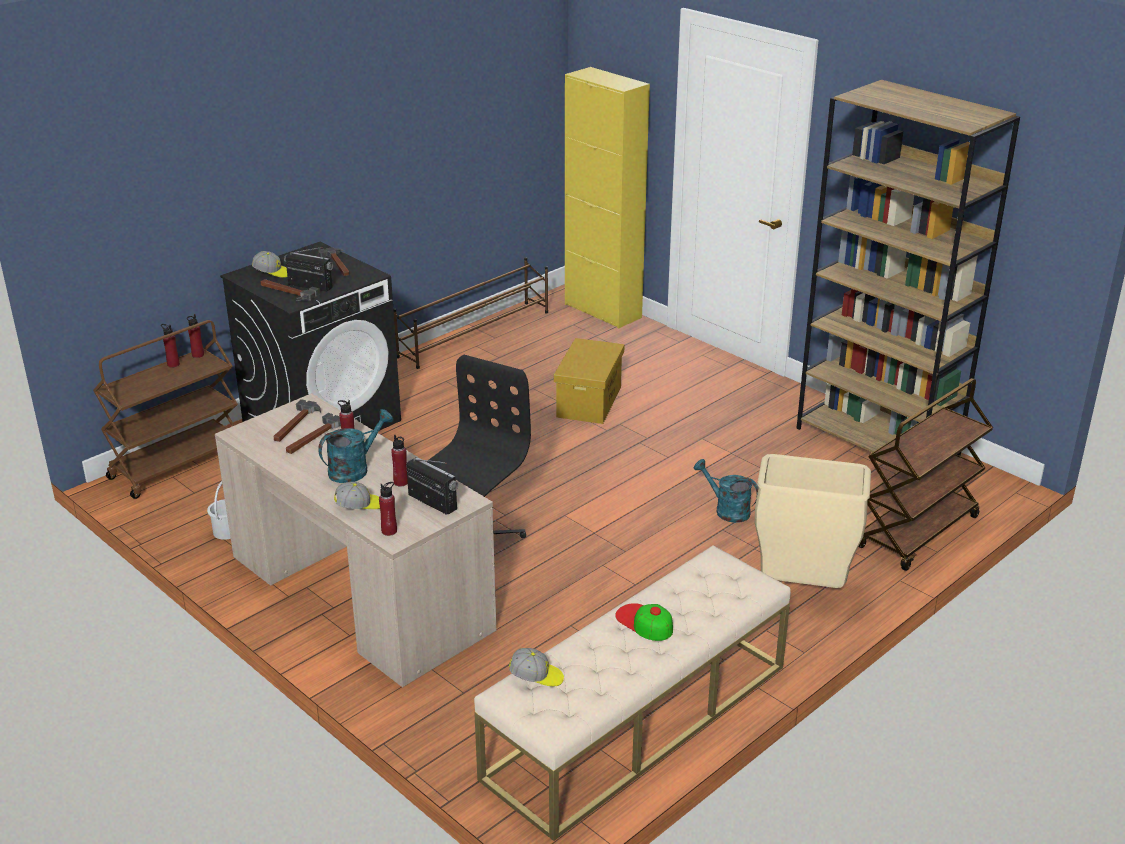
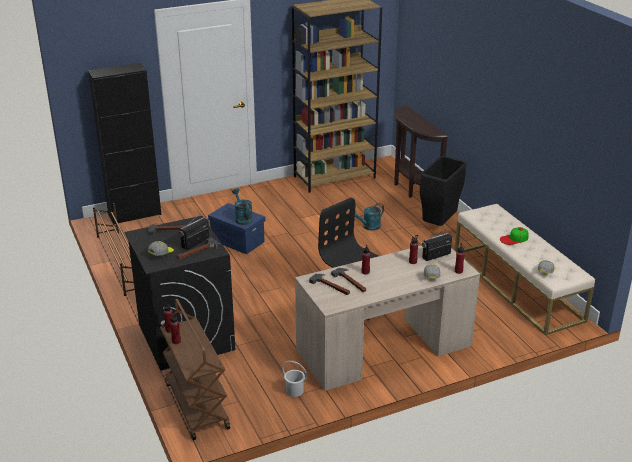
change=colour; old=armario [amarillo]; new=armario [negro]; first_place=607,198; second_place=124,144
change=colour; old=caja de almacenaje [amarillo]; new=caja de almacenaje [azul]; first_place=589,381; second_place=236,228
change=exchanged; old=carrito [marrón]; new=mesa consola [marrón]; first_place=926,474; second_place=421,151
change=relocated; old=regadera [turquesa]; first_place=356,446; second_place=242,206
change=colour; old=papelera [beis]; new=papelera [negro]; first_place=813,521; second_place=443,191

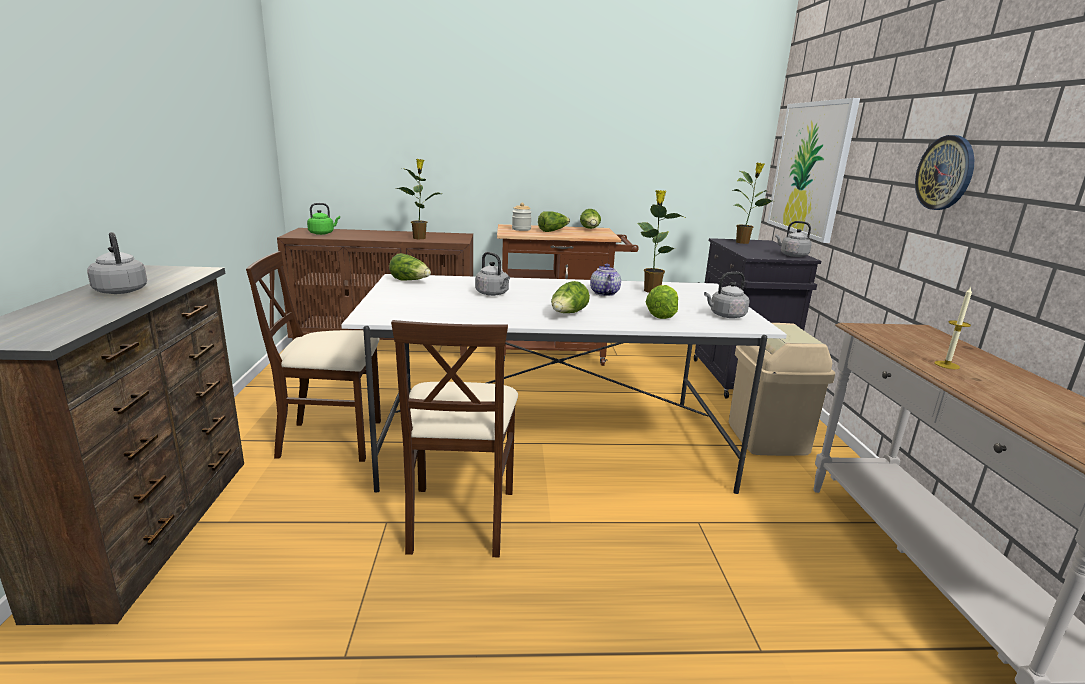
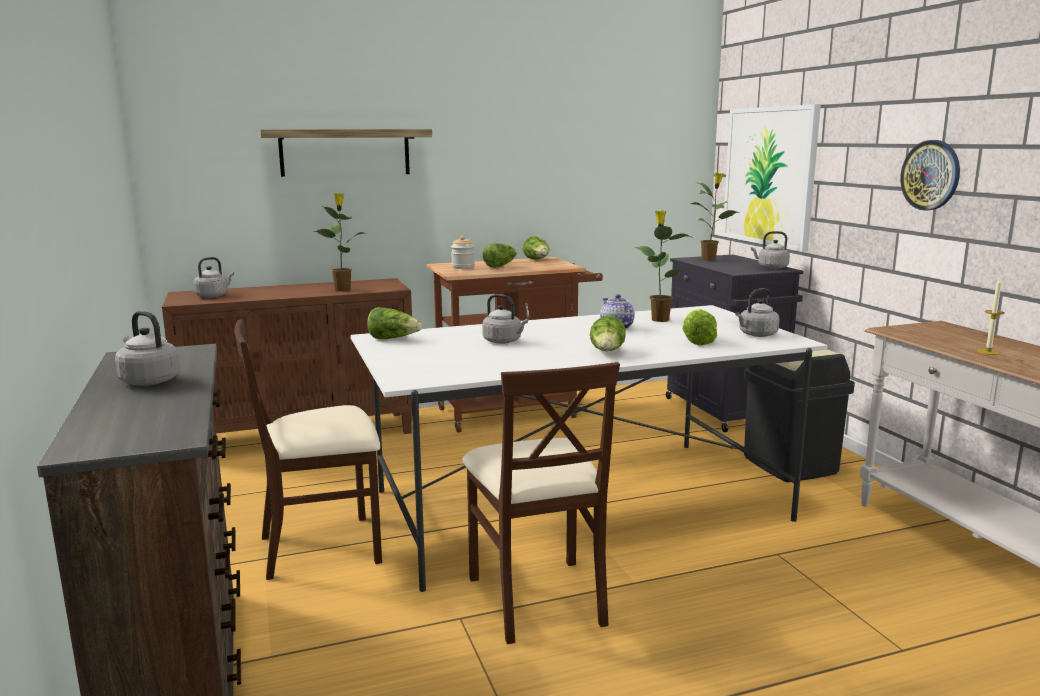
change=colour; old=hervidor [verde]; new=hervidor [gris]; first_place=323,219; second_place=213,277
change=colour; old=papelera [beis]; new=papelera [negro]; first_place=782,389; second_place=799,415
change=appeared; new=estante; second_place=345,153

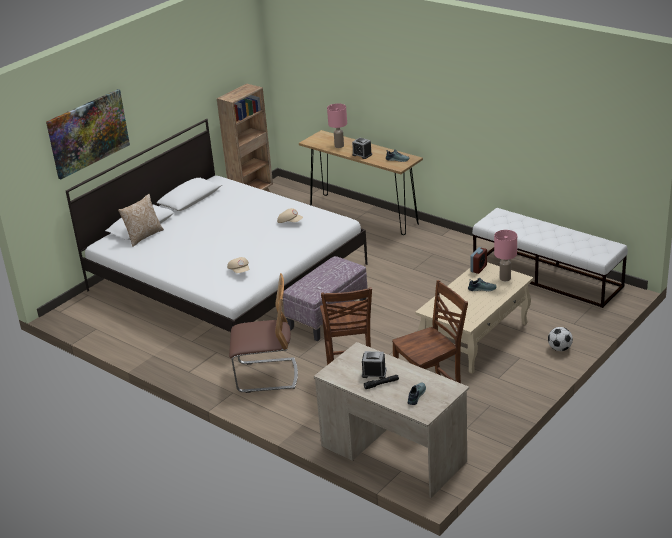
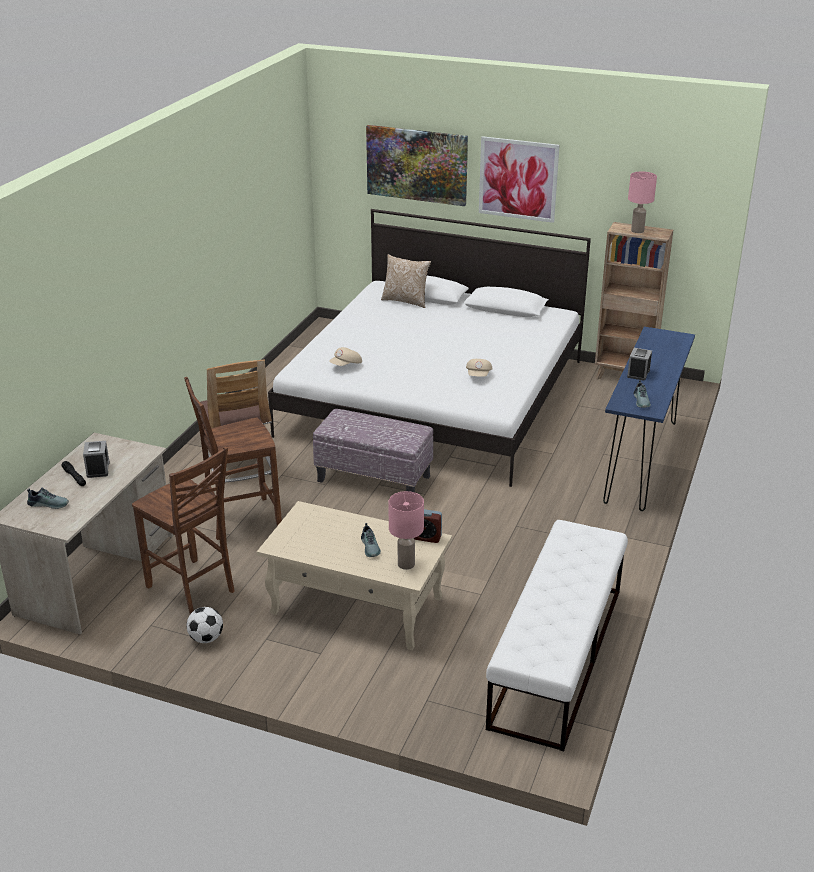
change=relocated; old=lámpara de mesa [rosa]; first_place=337,126; second_place=642,202
change=colour; old=mesa consola [marrón]; new=mesa consola [azul]; first_place=361,182; second_place=649,419
change=relocated; old=balón de fútbol; first_place=560,339; second_place=204,625
change=appeared; new=cuadro; second_place=519,179

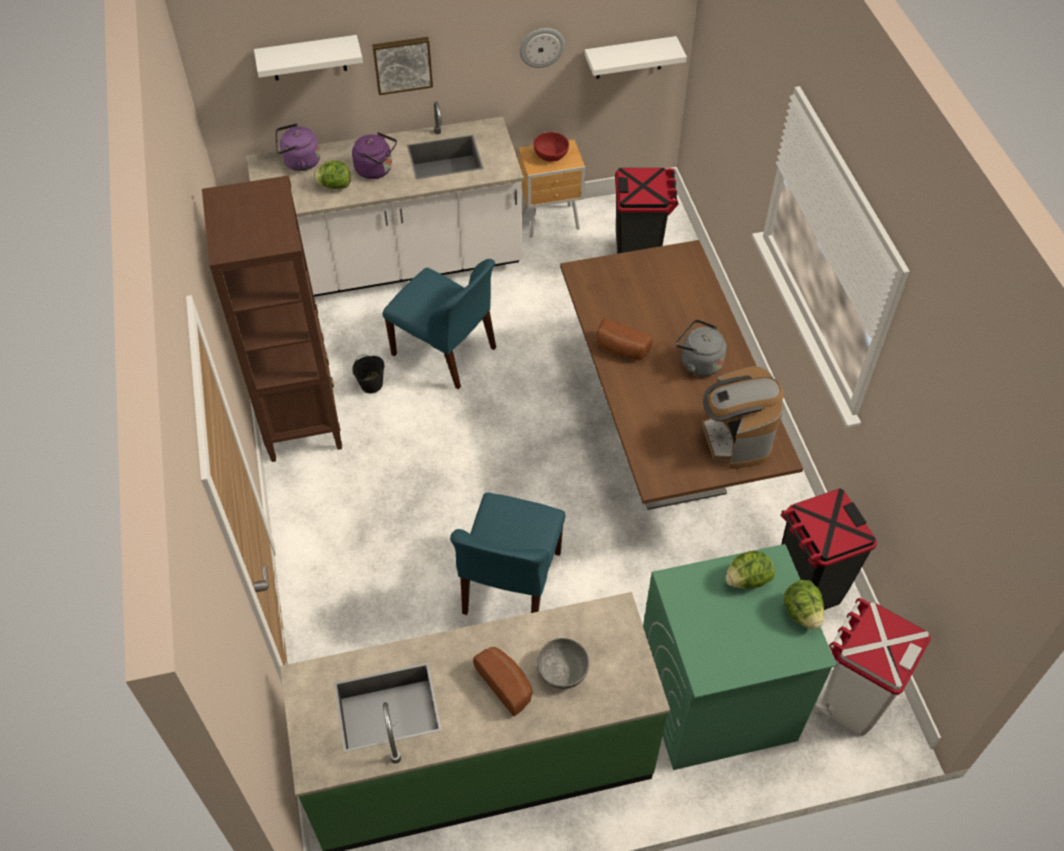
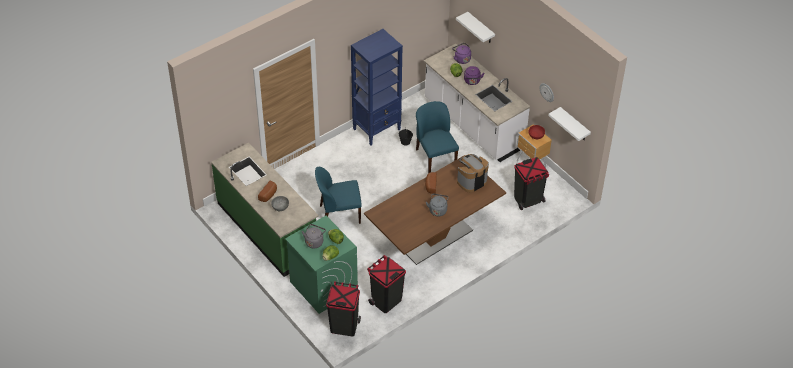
change=missing; old=cuadro; first_place=402,66
change=colour; old=estantería [marrón]; new=estantería [azul]; first_place=272,318; second_place=377,87
change=spun; old=silla [azul]; first_place=439,324; second_place=437,137; degrees=150
change=relocated; old=cafetera; first_place=743,417; second_place=473,173
change=colour; old=papelera [blanco]; new=papelera [negro]; first_place=872,666; second_place=343,308
change=appeared; new=hervidor [gris]; second_place=314,236

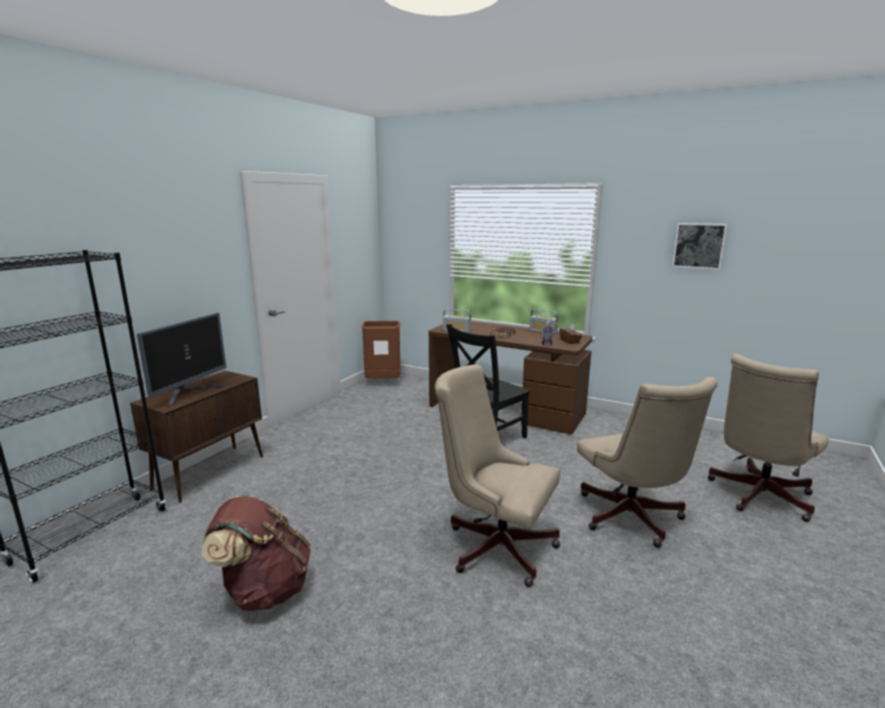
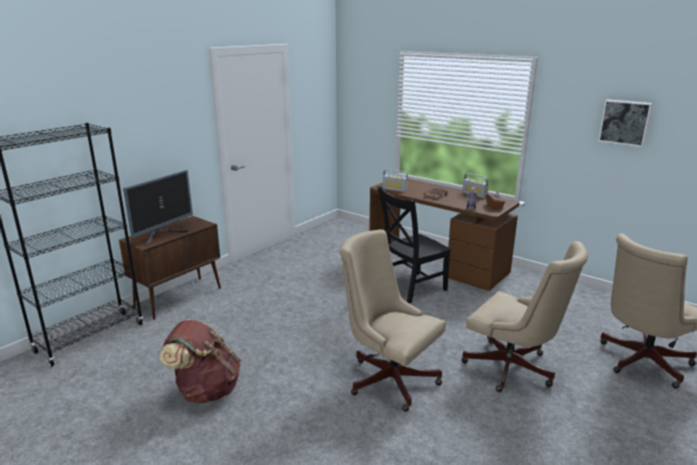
change=missing; old=papelera [marrón]; first_place=381,349
change=spun; old=silla de oficina [beis]; first_place=647,462; second_place=524,316; degrees=-45

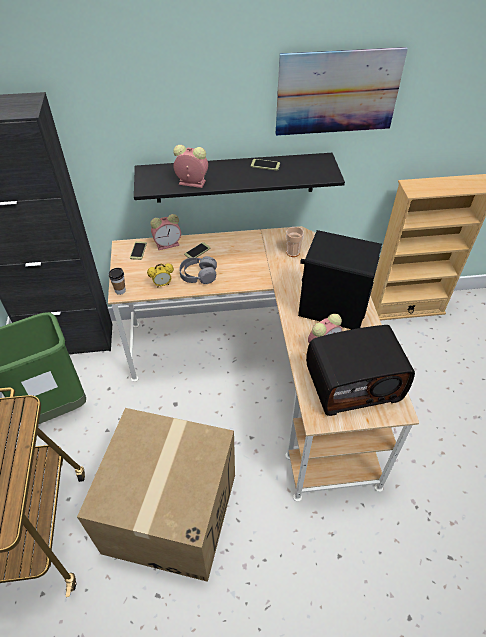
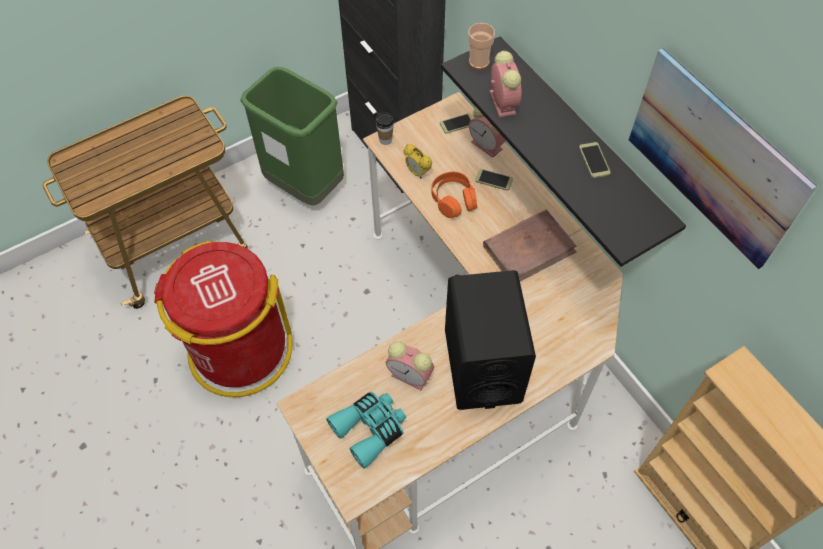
change=relocated; old=taza; first_place=295,242; second_place=481,46
change=colour; old=auriculares [gris]; new=auriculares [naranja]; first_place=198,270; second_place=454,195
change=exchanged; old=radio; new=prismáticos [turquesa]; first_place=360,370; second_place=366,430
change=exchanged; old=caja de cartón; new=papelera [rojo]; first_place=156,495; second_place=223,318
change=appeared; new=libro [marrón]; second_place=530,245

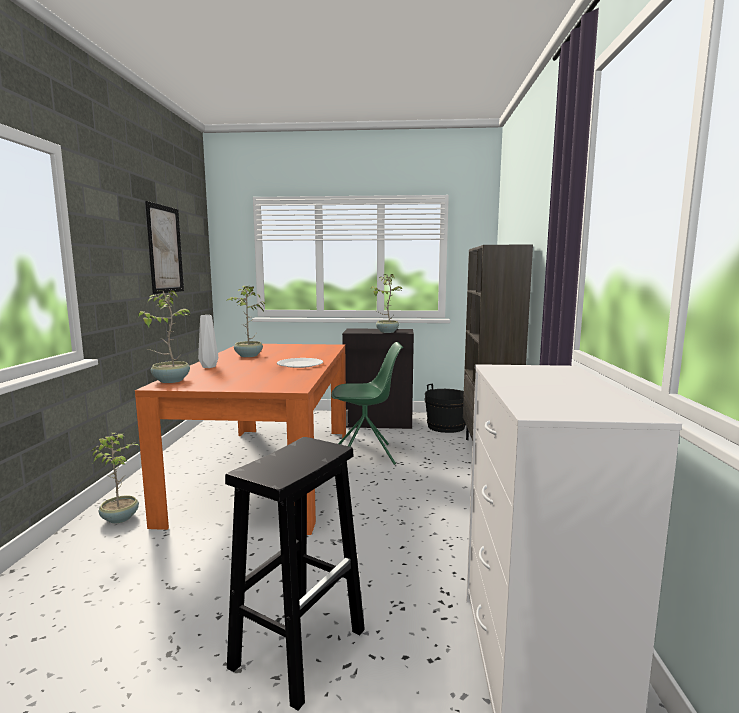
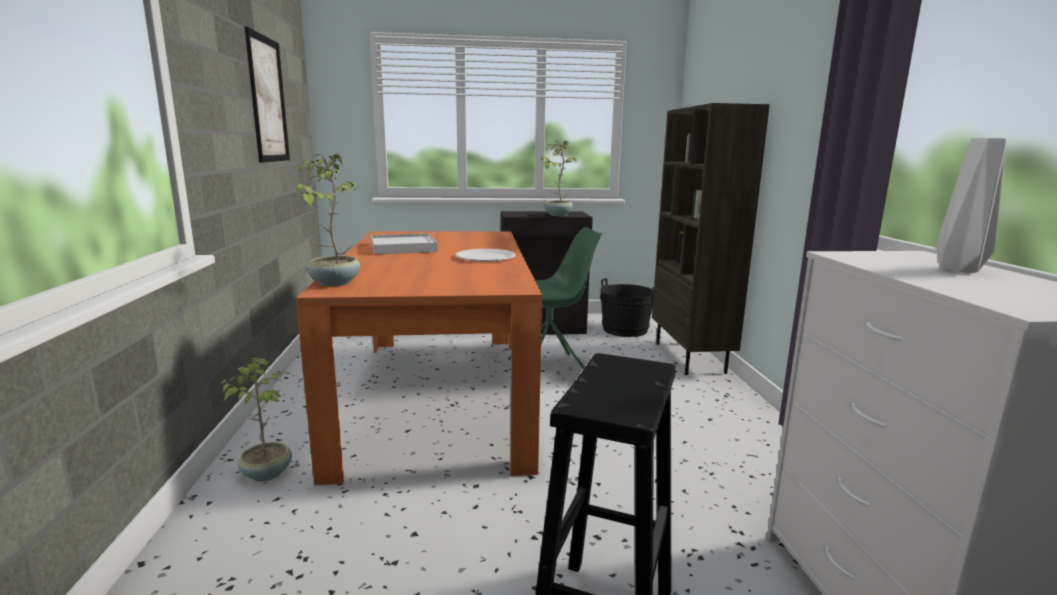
change=exchanged; old=planta en maceta; new=bandeja [blanco]; first_place=245,321; second_place=404,244
change=relocated; old=florero [blanco]; first_place=208,341; second_place=971,205

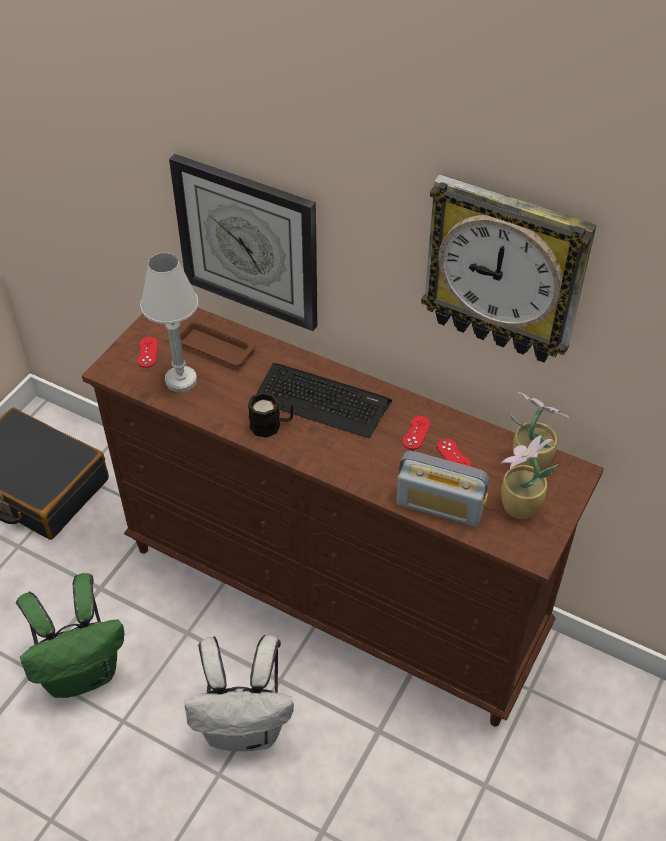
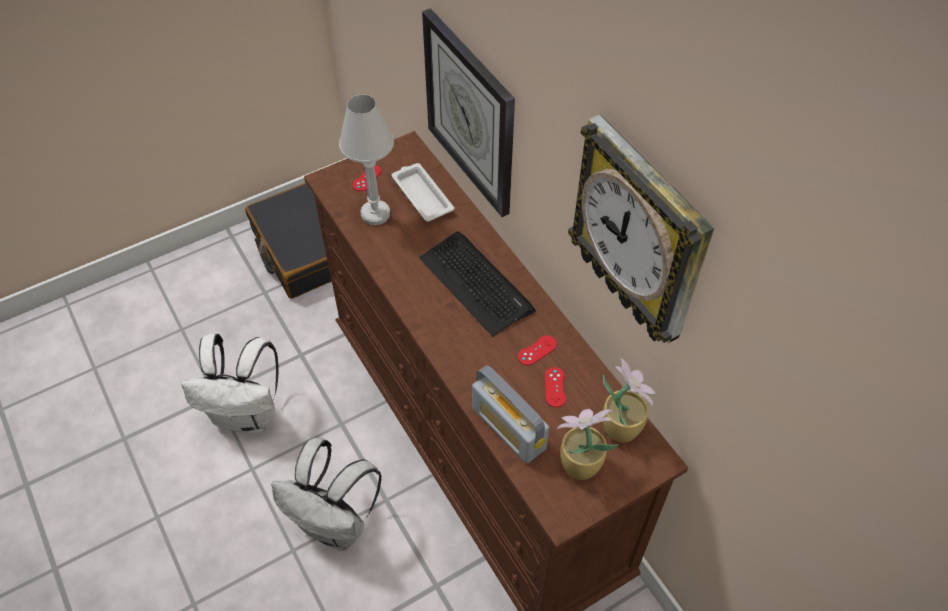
change=colour; old=bandeja [marrón]; new=bandeja [blanco]; first_place=217,342; second_place=422,192
change=missing; old=taza grande [negro]; first_place=271,415
change=colour; old=mochila [verde]; new=mochila [blanco]; first_place=70,635; second_place=230,383

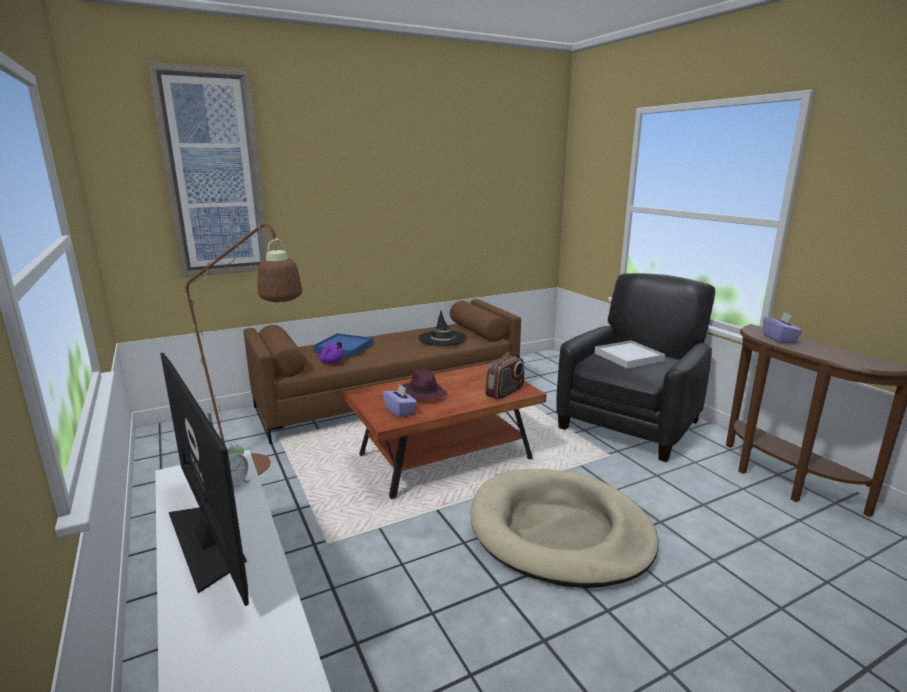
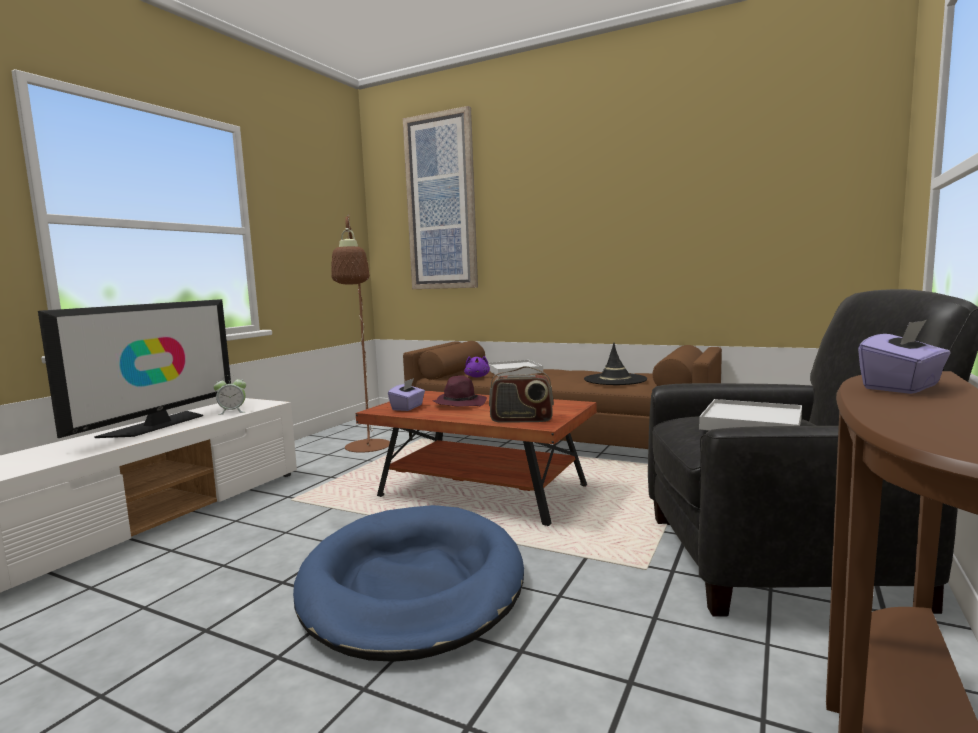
change=colour; old=bandeja [azul]; new=bandeja [blanco]; first_place=343,345; second_place=515,368
change=colour; old=cama para perro [beis]; new=cama para perro [azul]; first_place=564,528; second_place=408,583

